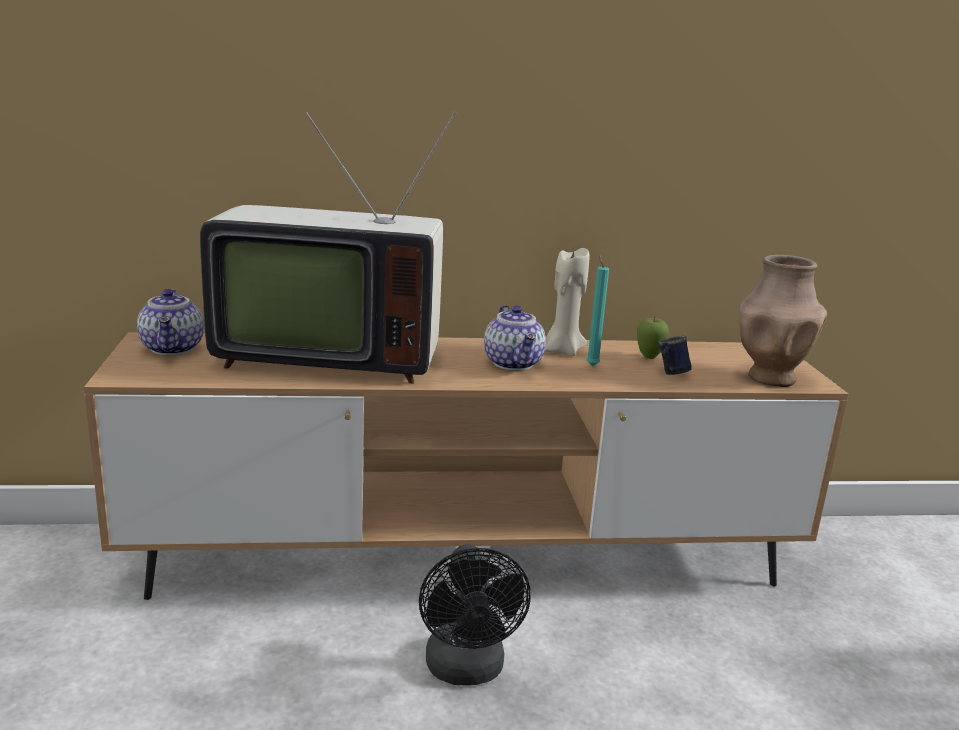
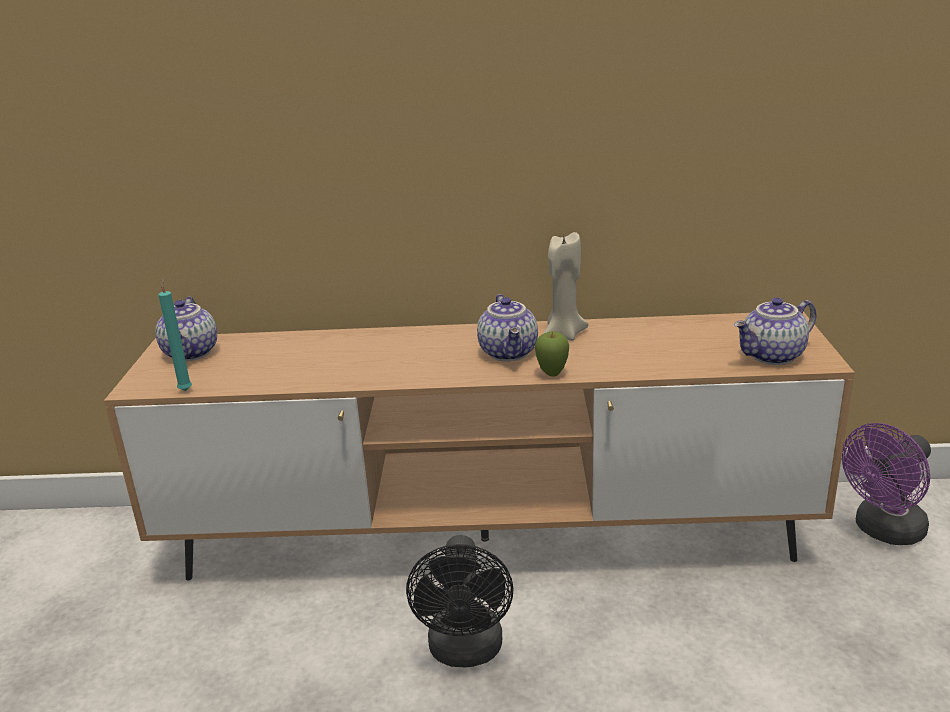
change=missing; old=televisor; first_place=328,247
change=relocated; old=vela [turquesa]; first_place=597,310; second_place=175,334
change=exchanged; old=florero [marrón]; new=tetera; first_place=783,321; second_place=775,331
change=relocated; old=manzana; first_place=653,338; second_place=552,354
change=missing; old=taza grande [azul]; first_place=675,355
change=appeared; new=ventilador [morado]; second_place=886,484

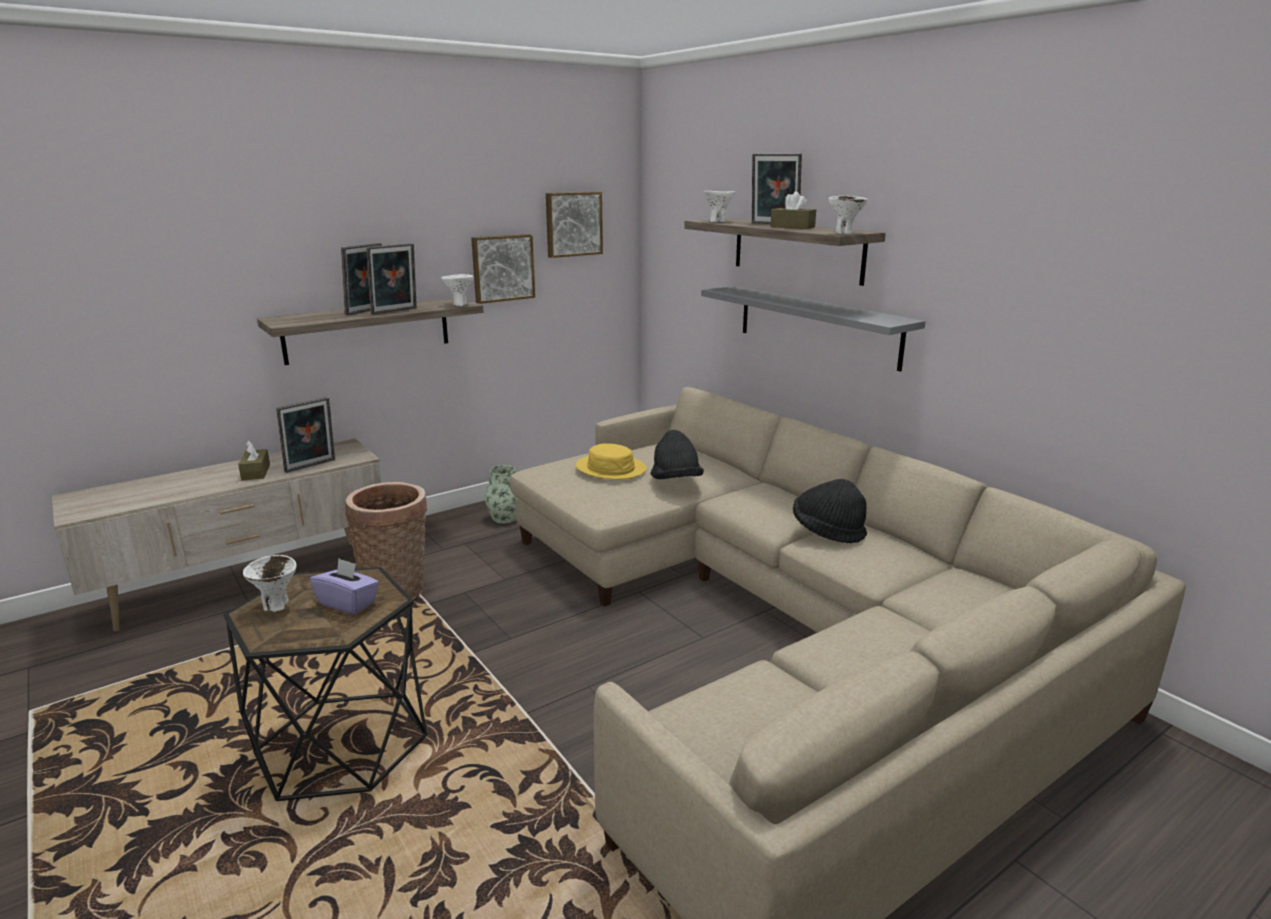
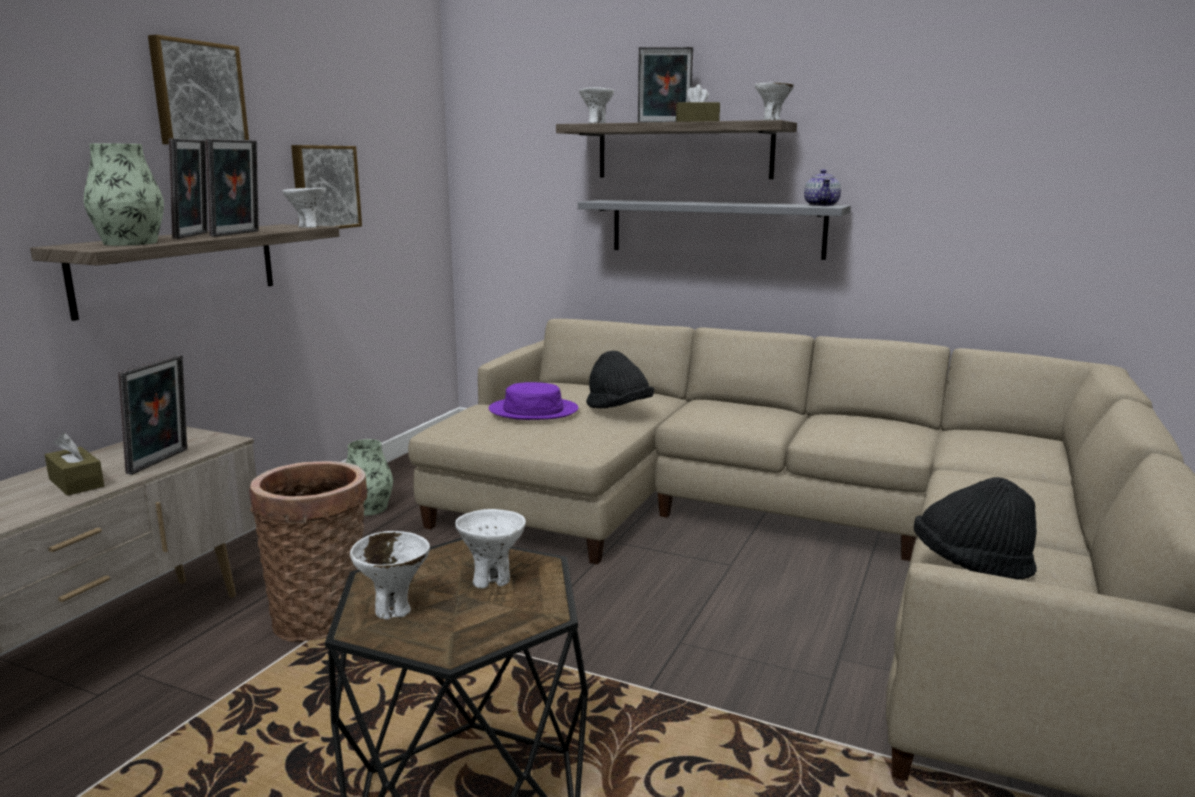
change=relocated; old=cuadro; first_place=574,225; second_place=198,90
change=colour; old=sombrero [amarillo]; new=sombrero [morado]; first_place=611,461; second_place=533,401
change=relocated; old=sombrero [negro]; first_place=830,511; second_place=975,528
change=exchanged; old=caja de pañuelos [morado]; new=cuenco [blanco]; first_place=344,586; second_place=490,548
change=appeared; new=florero; second_place=124,195
change=appeared; new=tetera; second_place=822,187

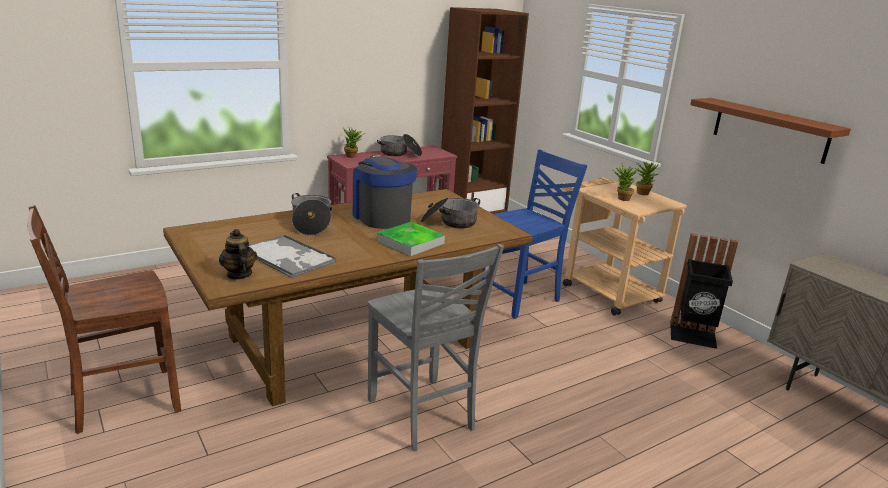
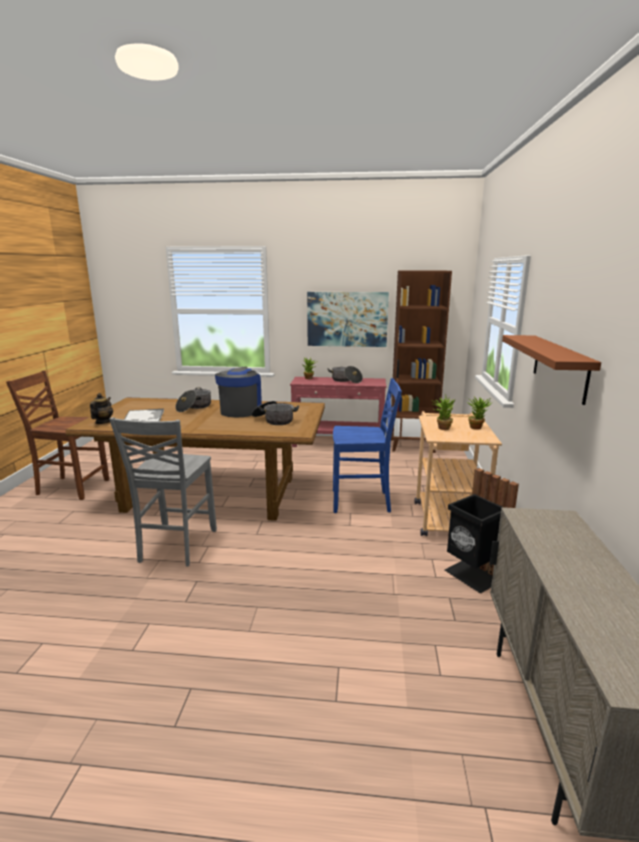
change=missing; old=bandeja; first_place=411,239
change=appeared; new=cuadro; second_place=348,319

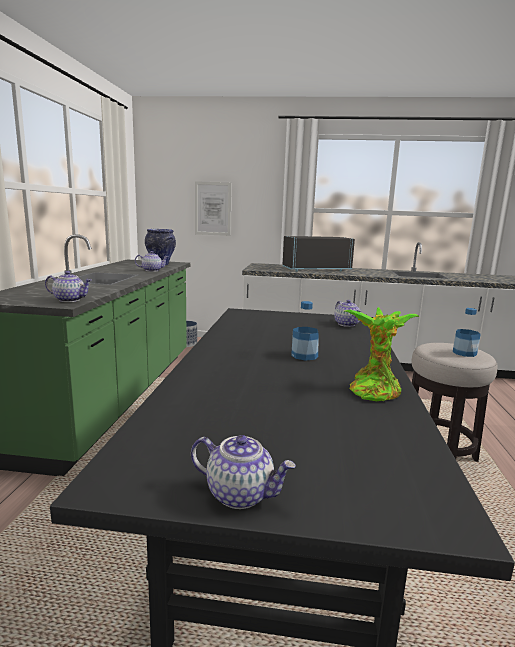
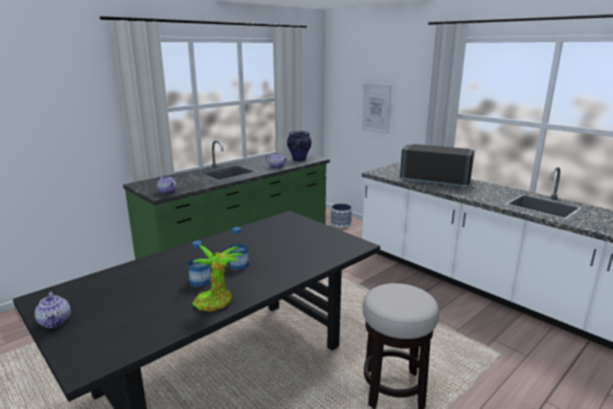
change=missing; old=tetera; first_place=348,313
change=relocated; old=botella; first_place=467,332; second_place=199,263

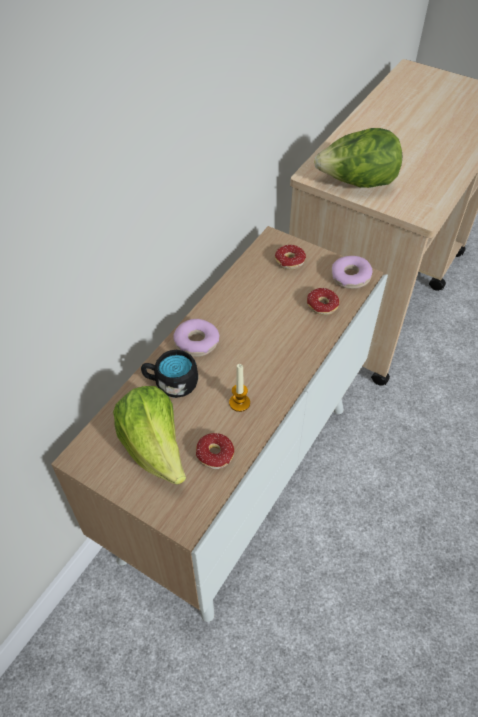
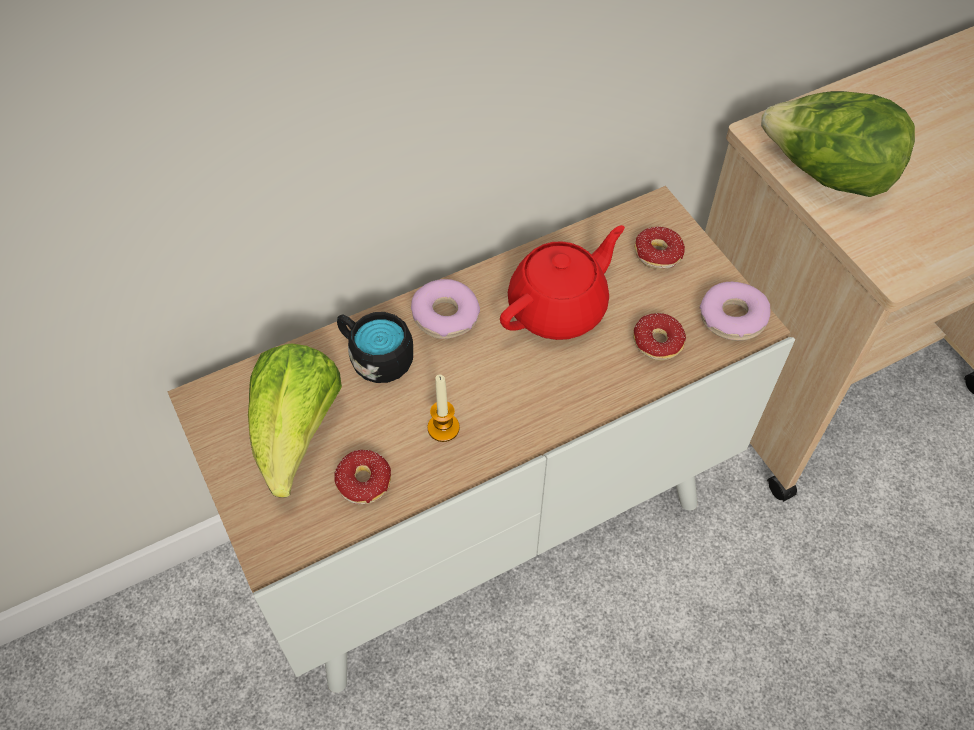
change=appeared; new=tetera [rojo]; second_place=562,282

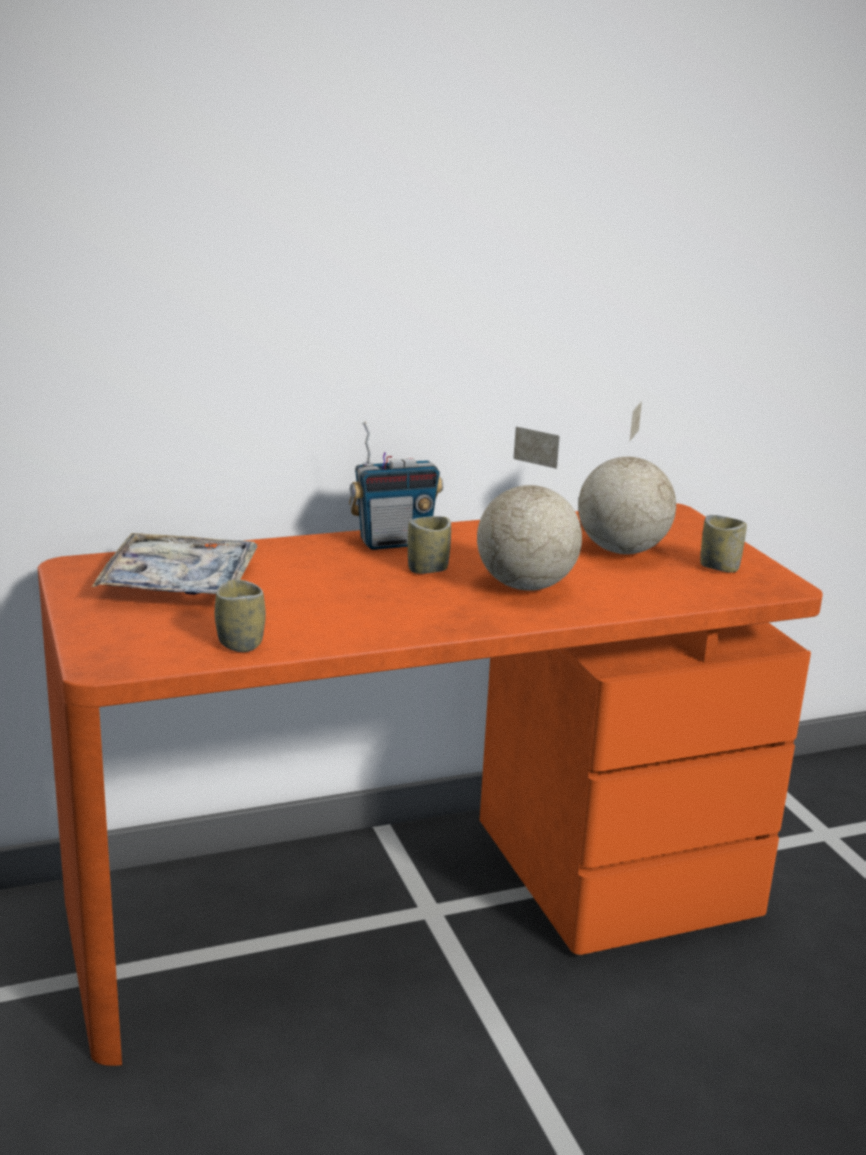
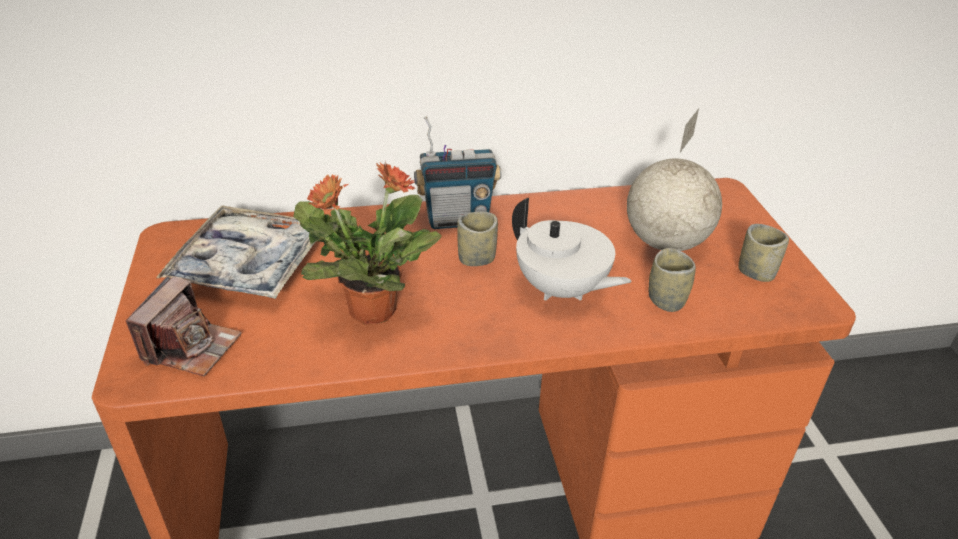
change=exchanged; old=globo terráqueo; new=tetera [blanco]; first_place=529,509; second_place=571,249
change=relocated; old=taza; first_place=240,615; second_place=672,280
change=appeared; new=planta en maceta; second_place=367,243
change=appeared; new=cámara; second_place=184,326

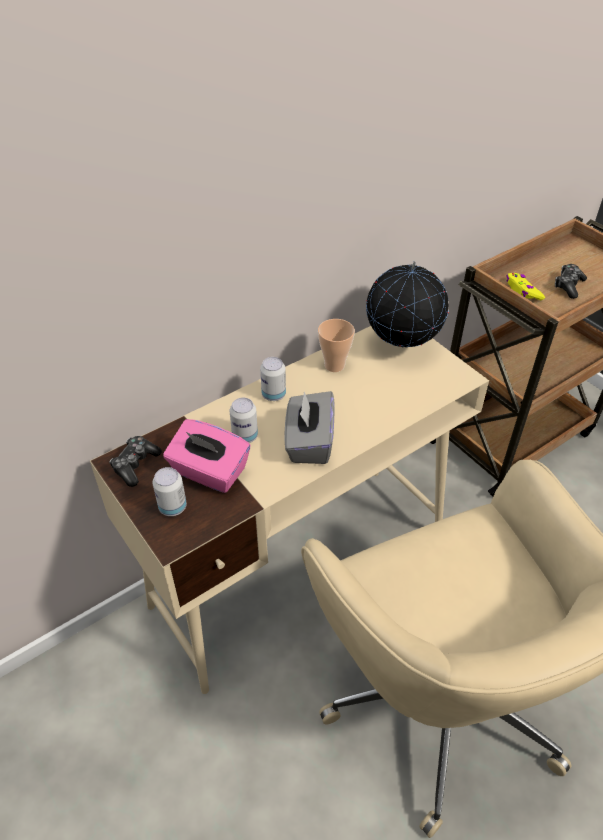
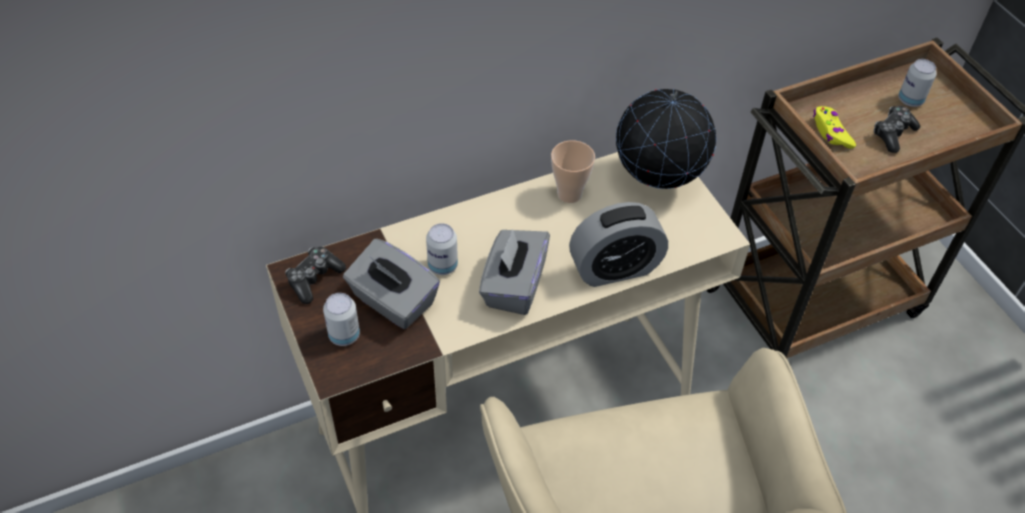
change=relocated; old=lata; first_place=273,379; second_place=917,83
change=colour; old=caja de pañuelos [rosa]; new=caja de pañuelos [gris]; first_place=206,456; second_place=391,284
change=appeared; new=despertador; second_place=618,244

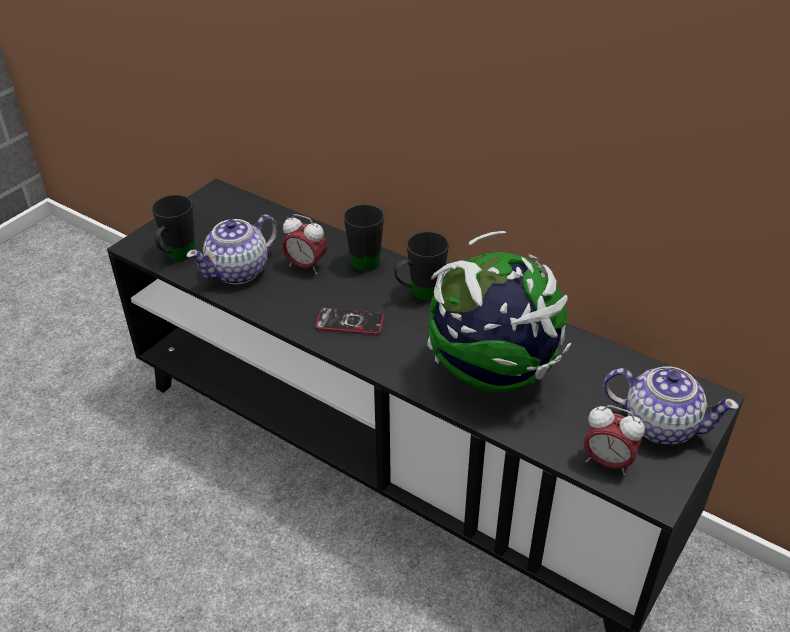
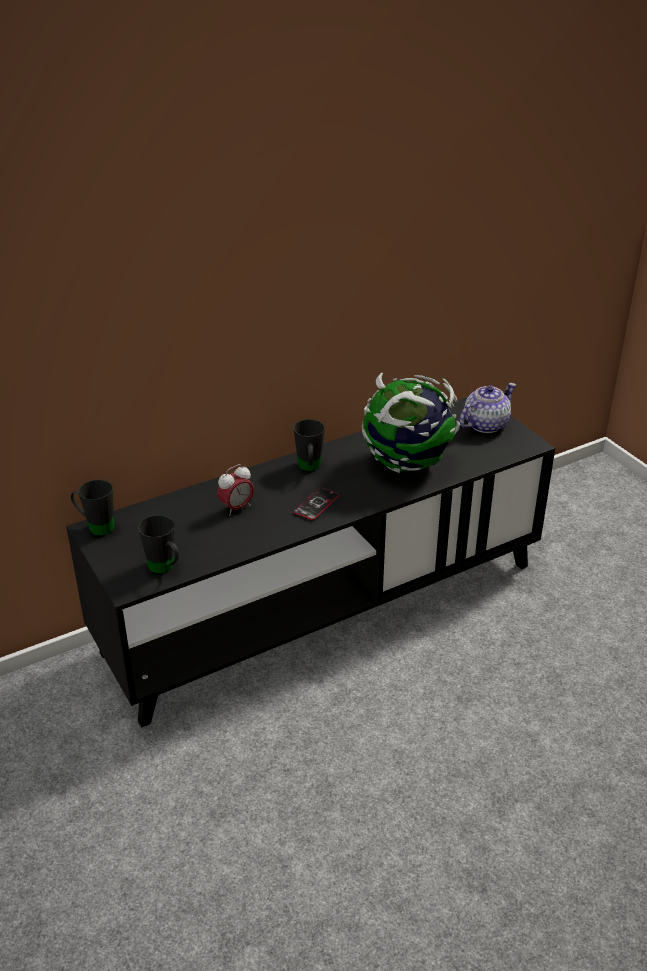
change=relocated; old=taza grande [negro]; first_place=364,237; second_place=92,508
change=missing; old=tetera; first_place=232,249
change=missing; old=despertador; first_place=614,440

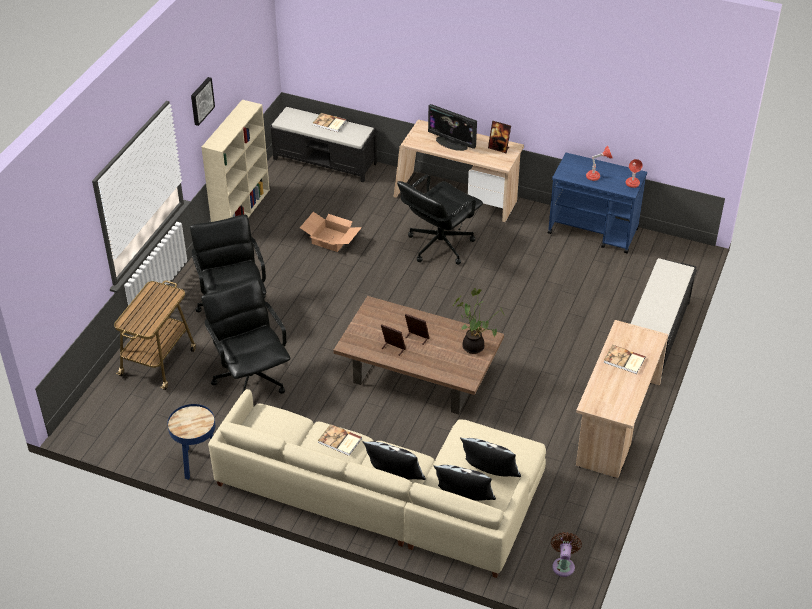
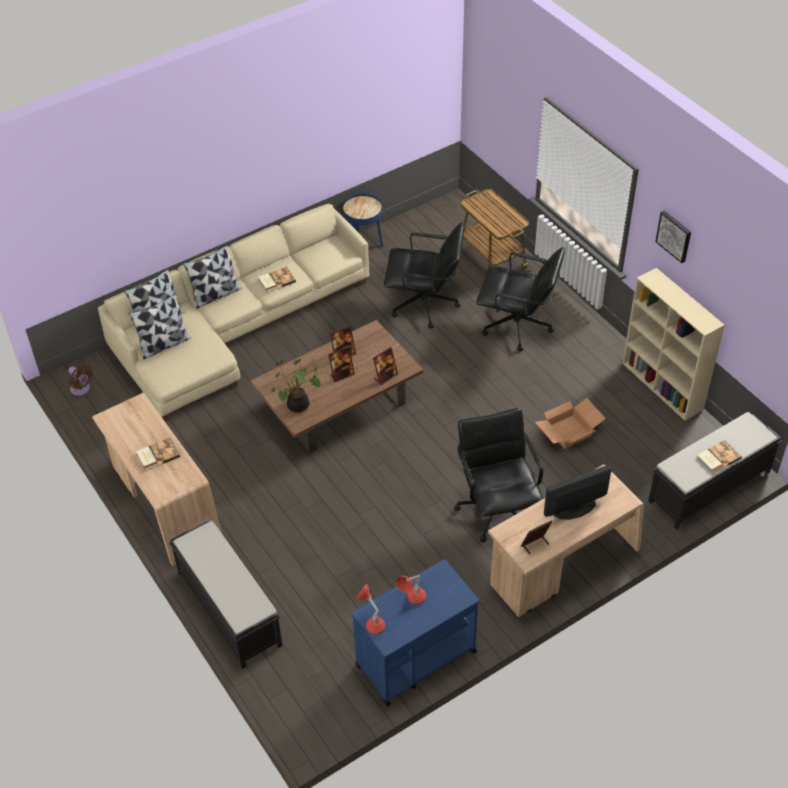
change=appeared; new=portarretratos; second_place=385,366

